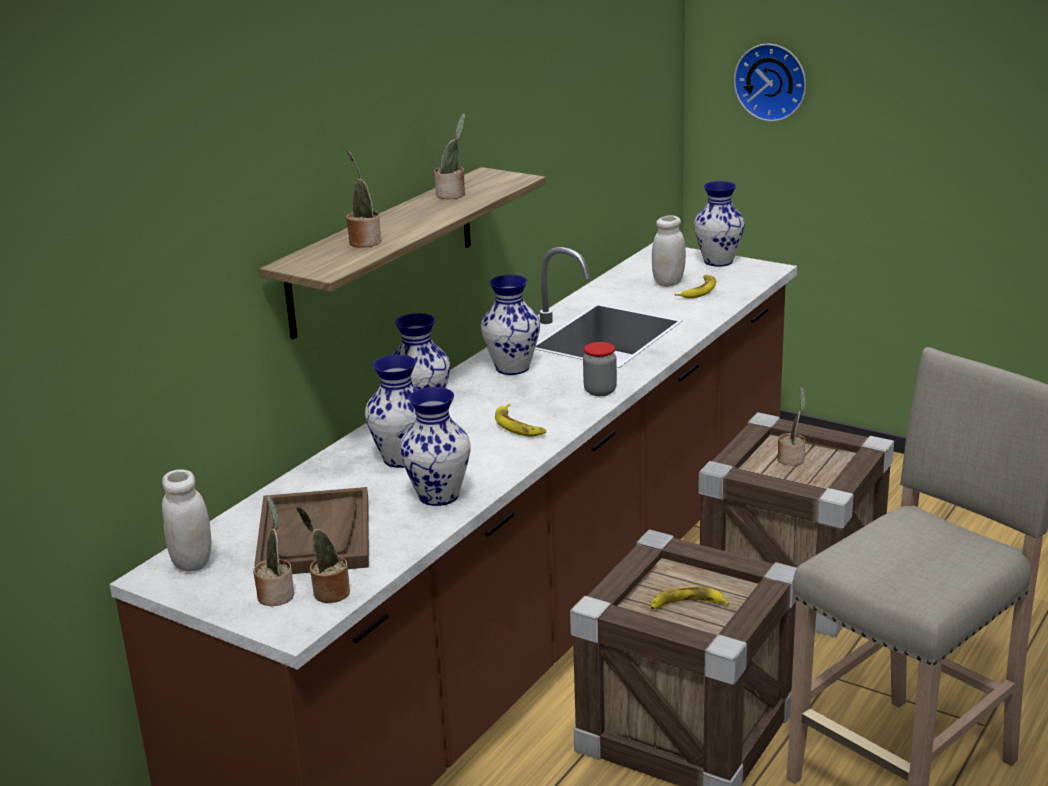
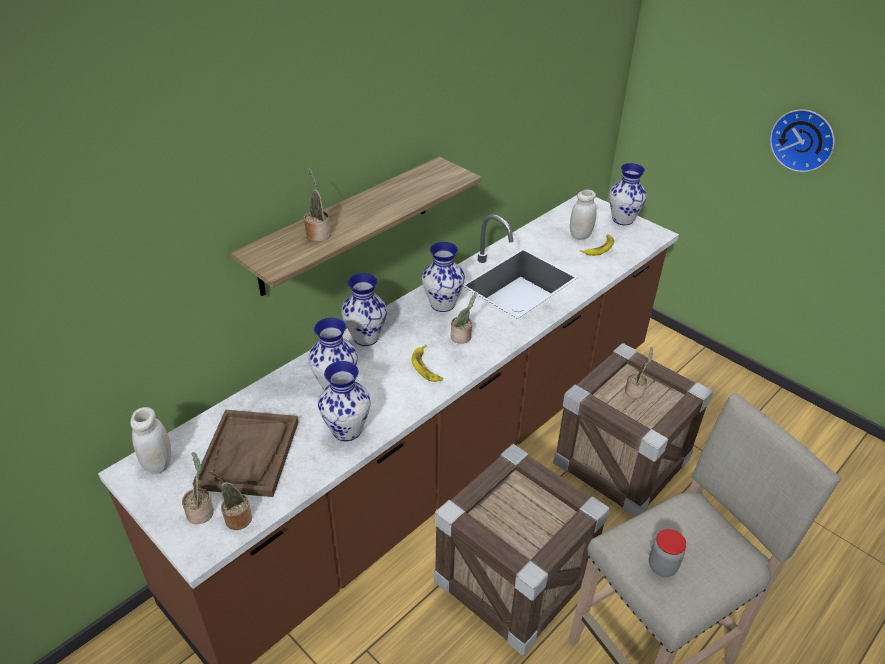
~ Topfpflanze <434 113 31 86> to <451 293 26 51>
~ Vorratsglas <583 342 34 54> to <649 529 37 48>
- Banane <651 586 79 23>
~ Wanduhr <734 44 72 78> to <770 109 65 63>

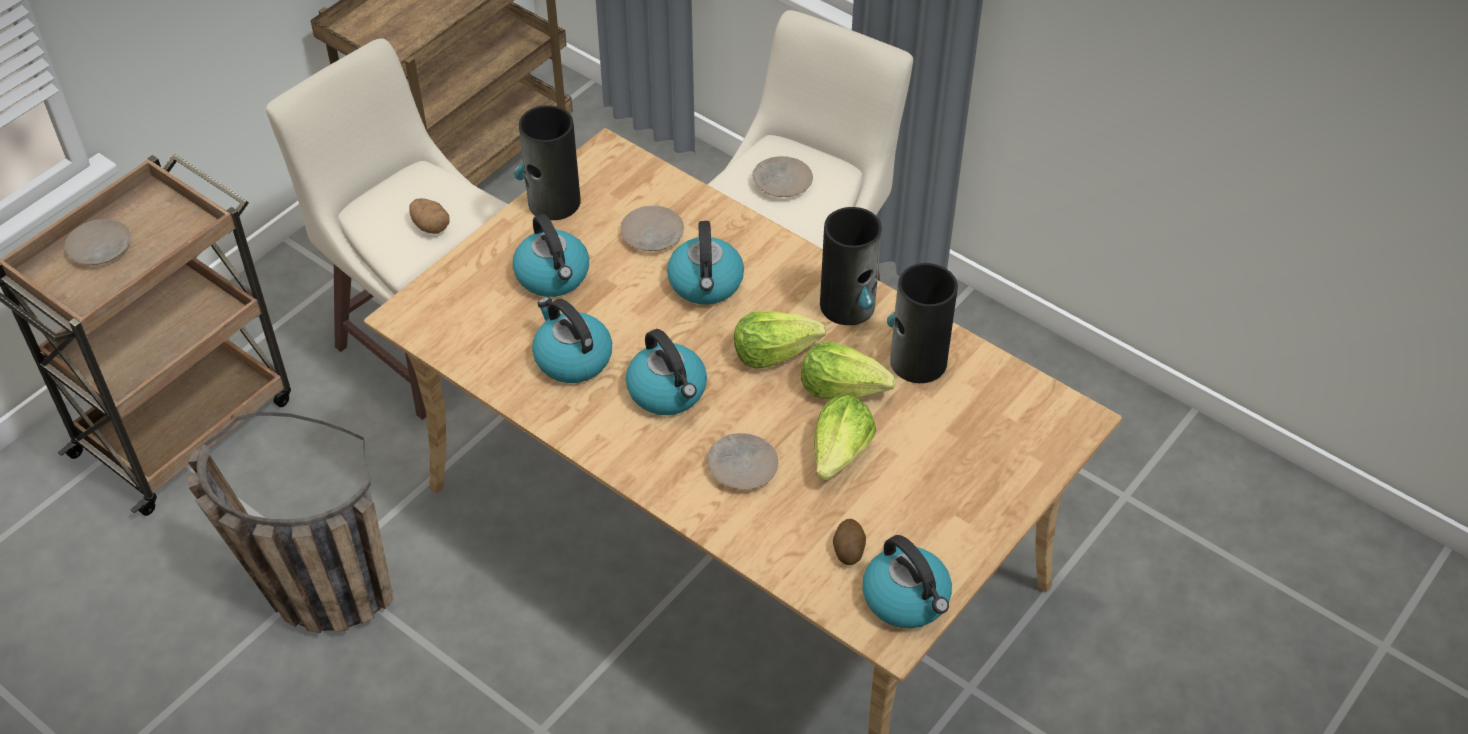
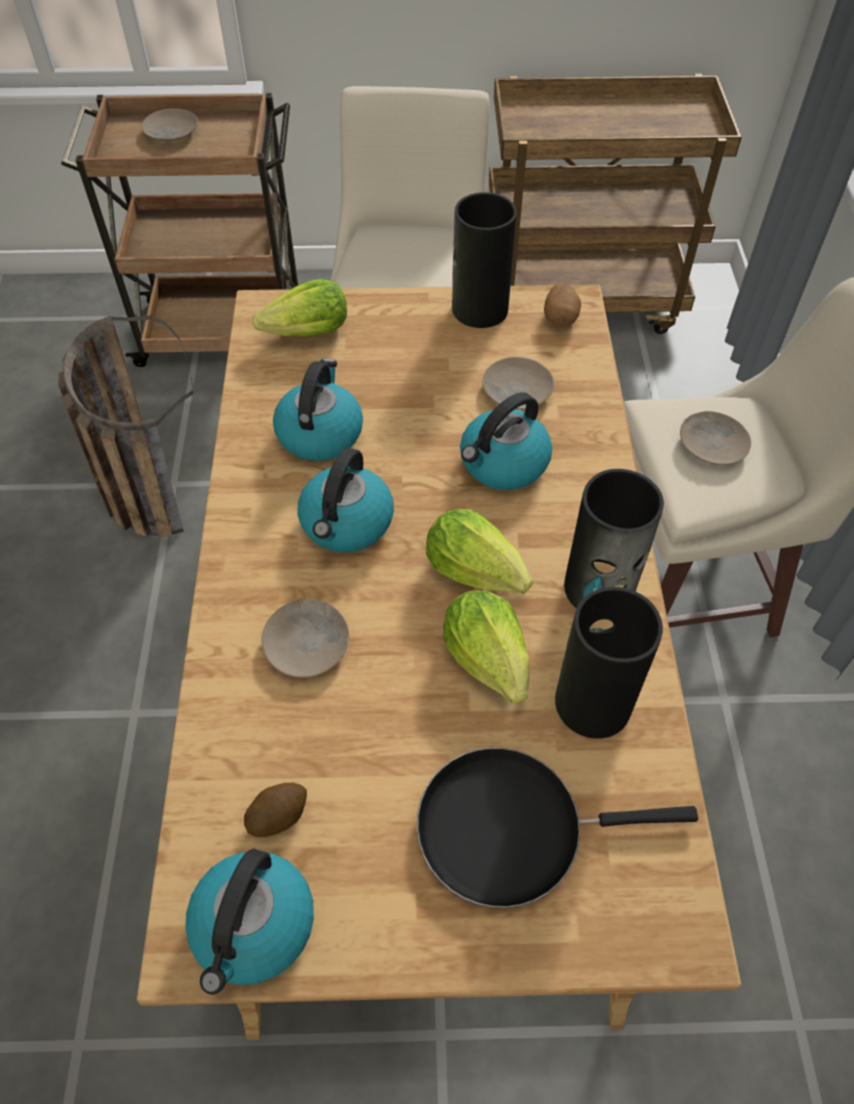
~ Kartoffel <409 198 40 36> to <544 283 37 44>
- Wasserkessel <513 214 76 83>
~ Salatkopf <814 395 62 85> to <252 279 95 57>
+ Pfanne [schwarz] <417 748 281 160>

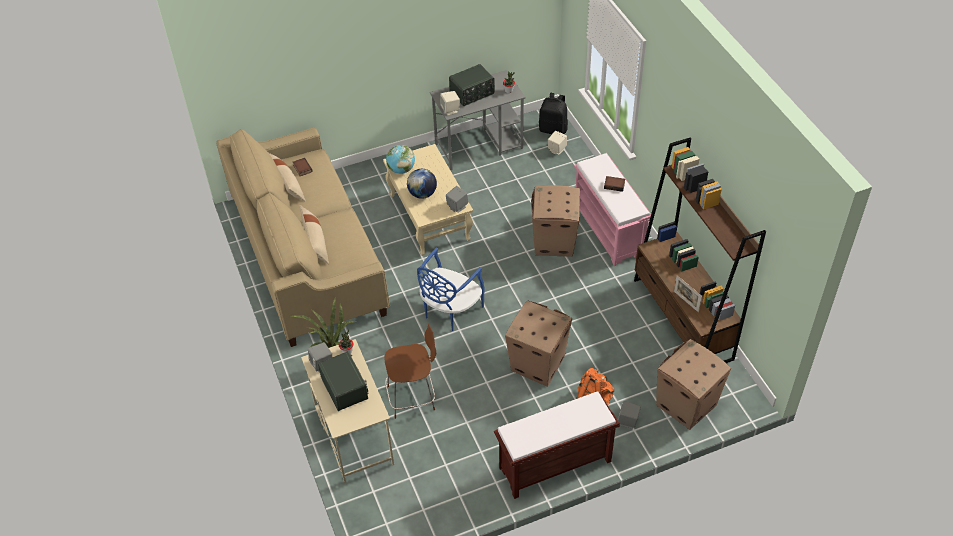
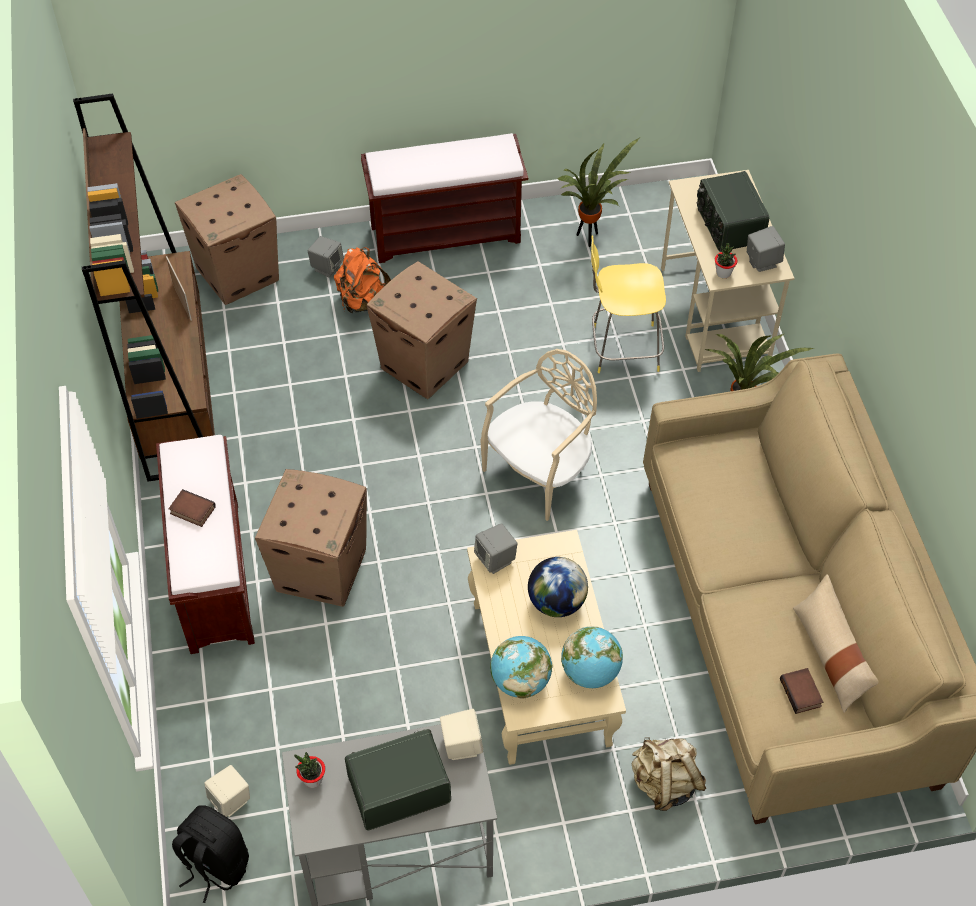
- Kissen [beige] <300 205 29 59>
~ Hocker [braun] <384 324 52 95> to Hocker [gelb] <591 235 75 138>
~ Stuhl [blau] <417 248 68 83> to Stuhl [beige] <480 349 117 172>
~ Bank [rosa] <574 153 77 113> to Bank [braun] <156 435 99 219>
+ Globus <490 636 63 62>
+ Topfpflanze <557 137 84 110>
+ Rucksack [beige] <632 737 74 74>

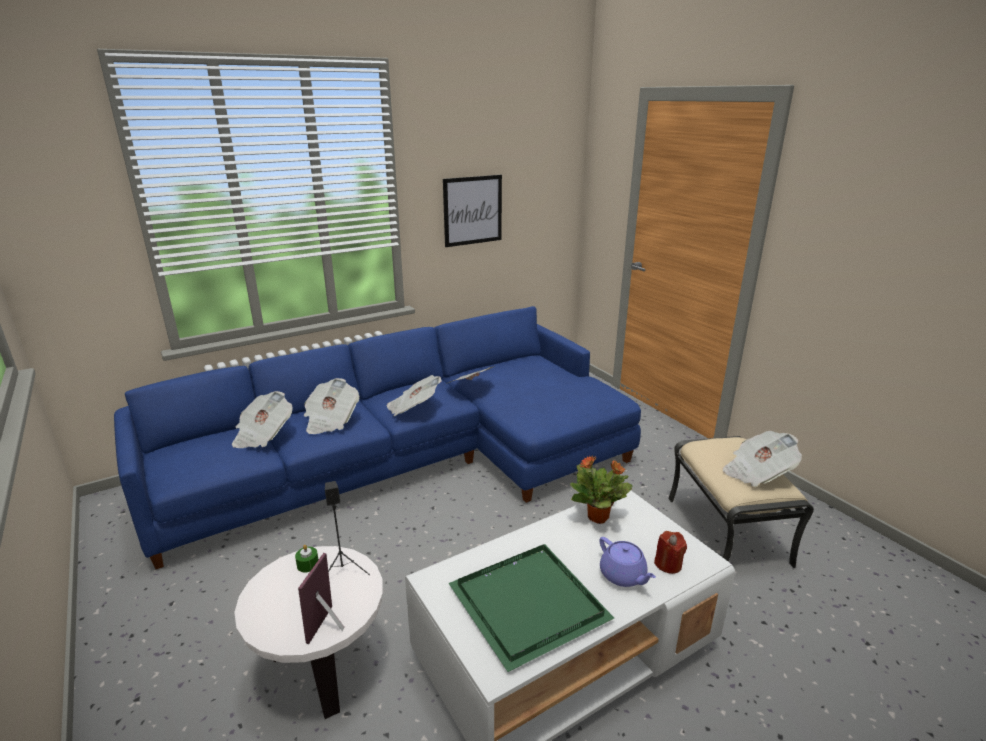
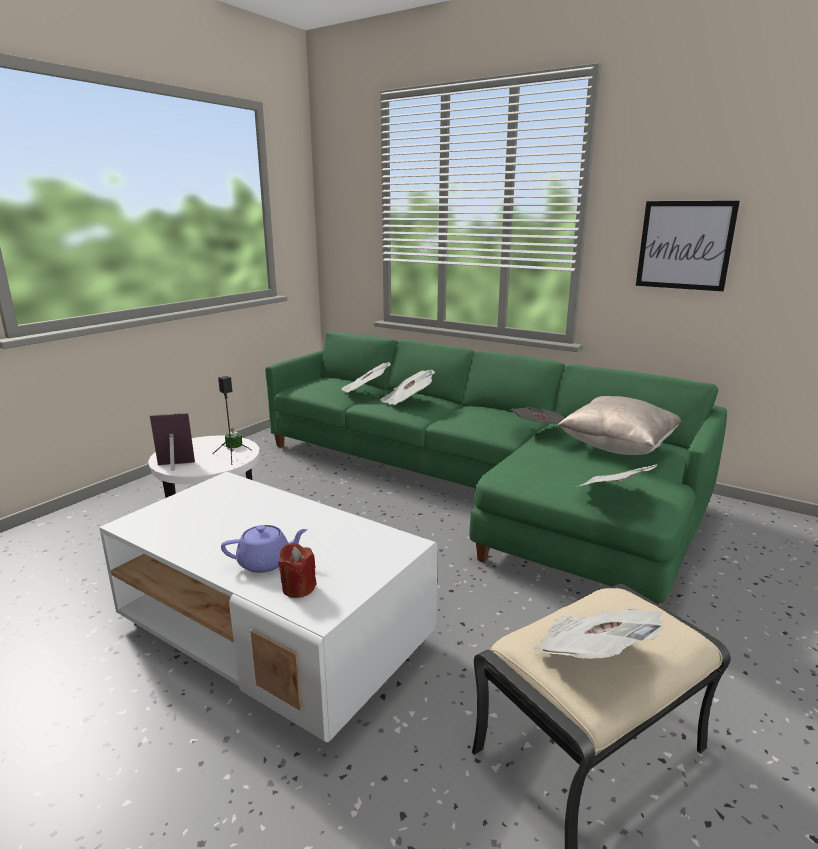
~ Sofa [blau] <114 306 527 263> to Sofa [grün] <265 332 462 273>
~ Zeitung <387 375 55 41> to <576 464 82 23>
- Tablett [grün] <449 544 165 128>
- Topfpflanze <570 455 62 69>
~ Teekanne [lila] <600 537 56 50> = <221 525 87 48> 135 degrees counterclockwise
+ Kissen [beige] <558 396 124 59>

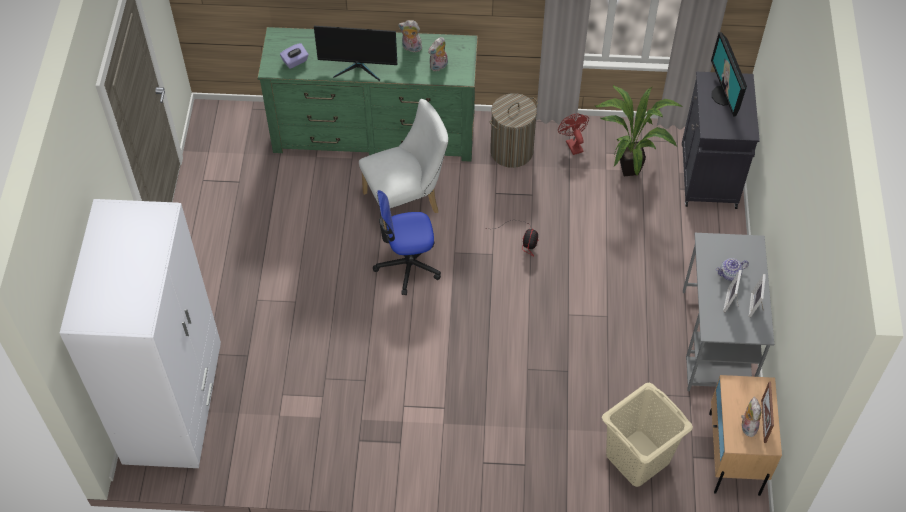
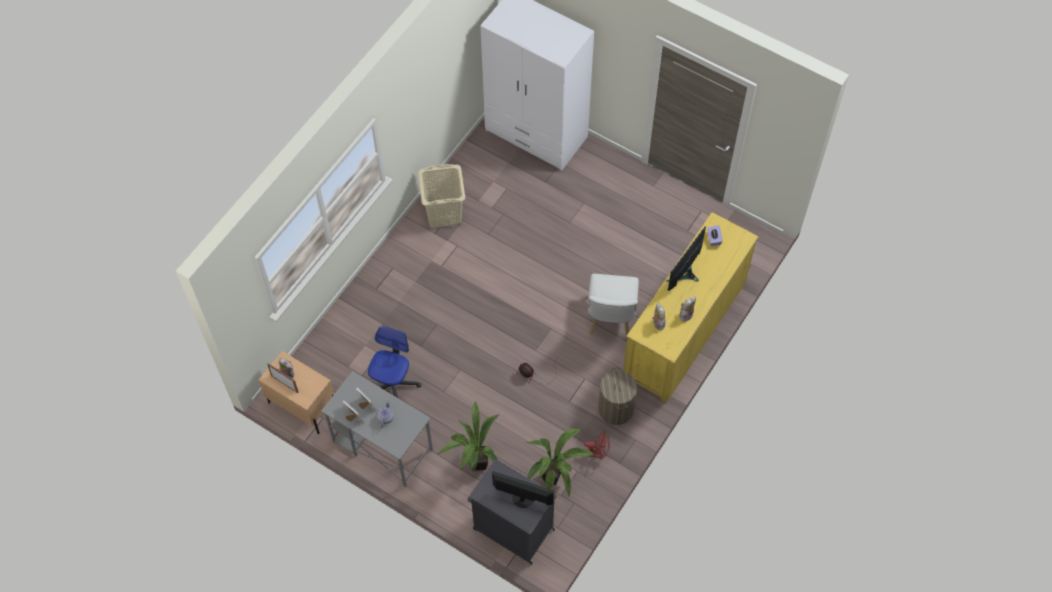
~ Kommode [grün] <258 27 220 135> to Kommode [gelb] <623 212 136 191>
~ Bürostuhl <373 190 68 105> to <368 325 53 73>
~ Wäschekorb [beige] <602 383 91 104> to <418 164 47 64>
+ Topfpflanze <437 402 62 70>

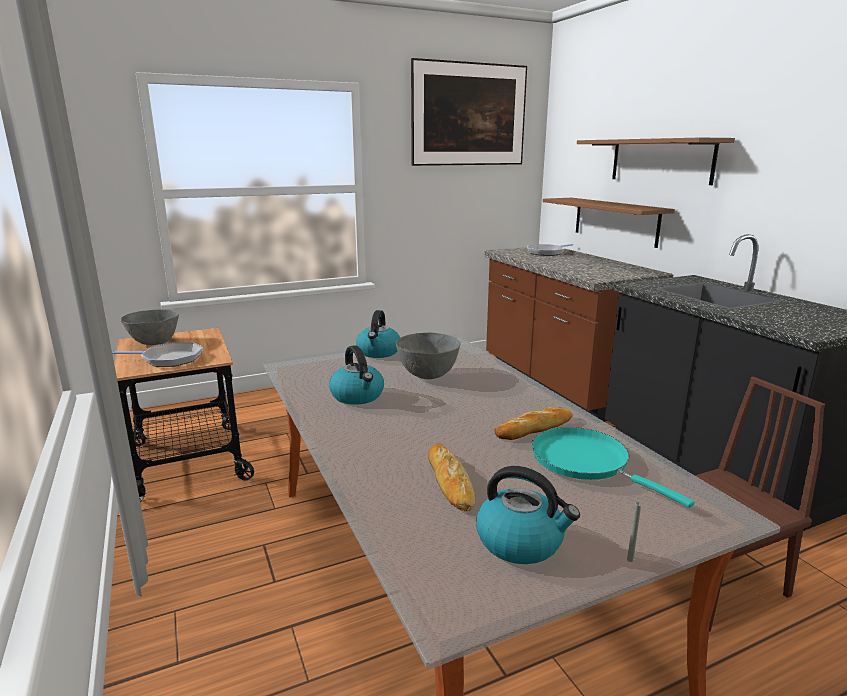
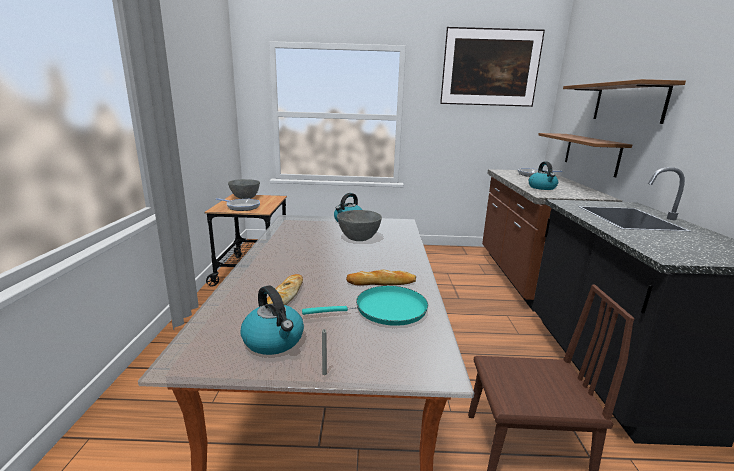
~ Wasserkessel <329 345 55 60> to <529 161 29 29>
~ Pfanne [türkis] <532 427 163 81> = <302 286 126 40> 90 degrees clockwise

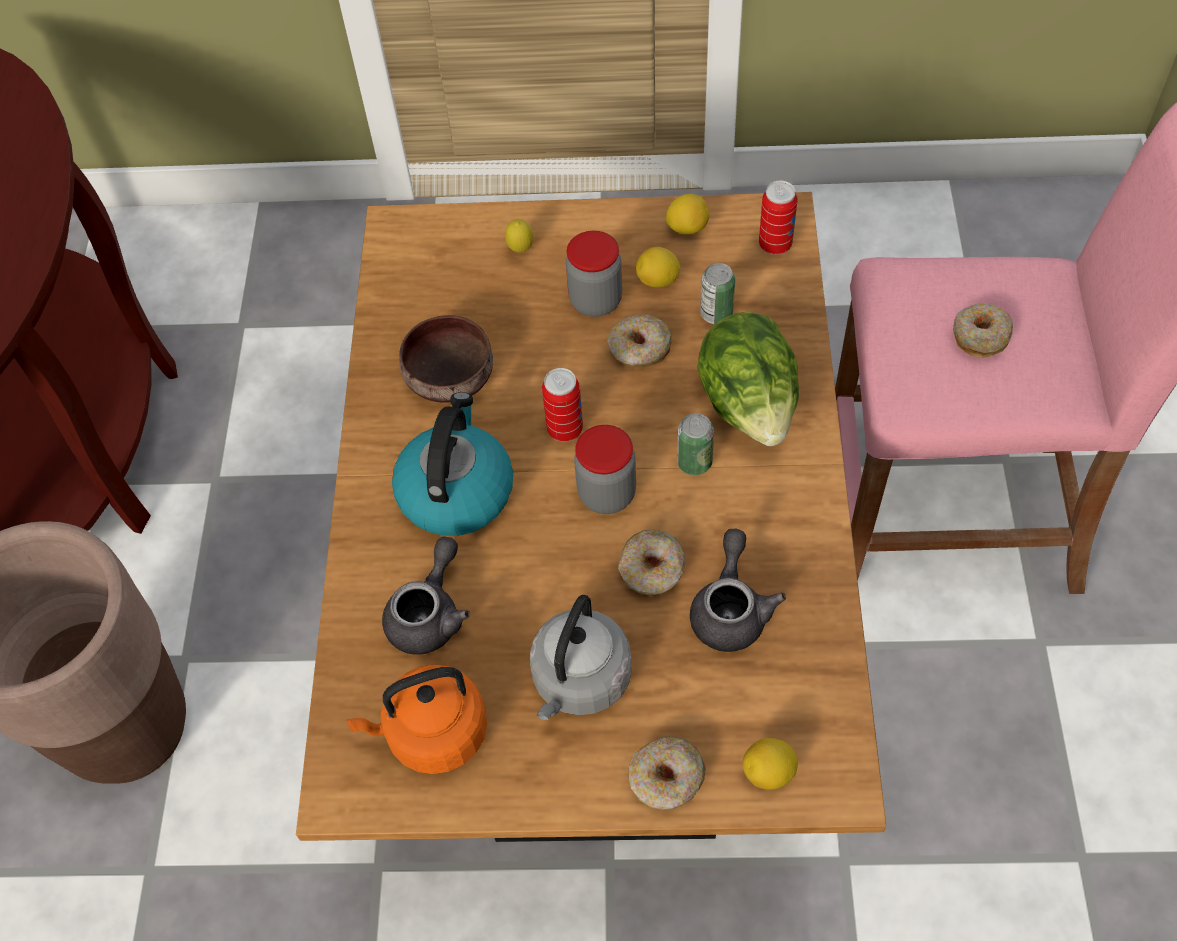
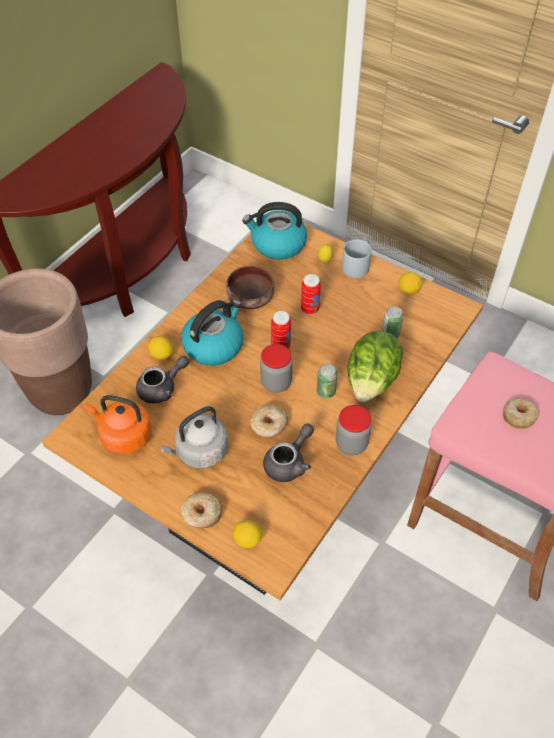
~ Vorratsglas <566 231 56 86> to <336 405 36 50>
- Donut <607 314 65 54>
~ Zitrone <636 247 44 40> to <148 336 25 24>
~ Dose <759 180 39 75> to <301 274 20 41>
+ Wasserkessel <242 202 65 58>
+ Henkelbecher [grau] <342 240 30 38>

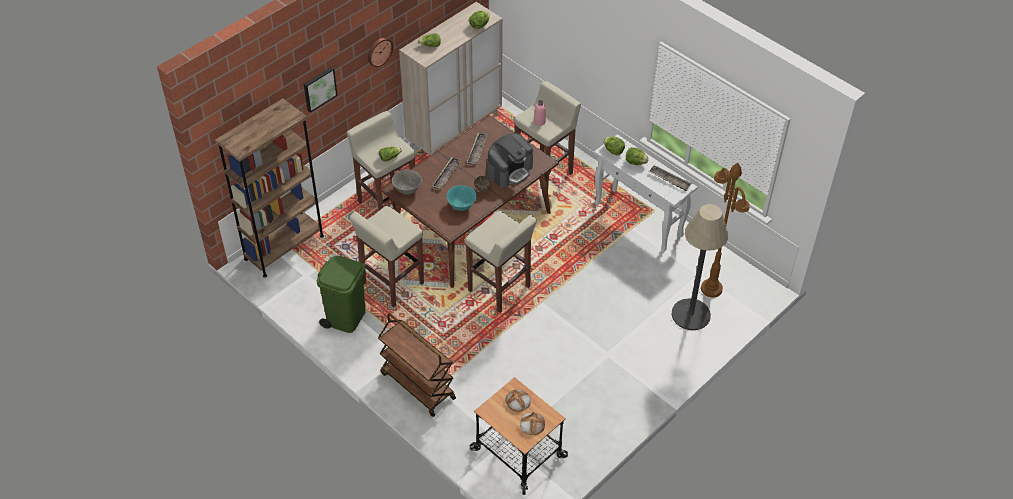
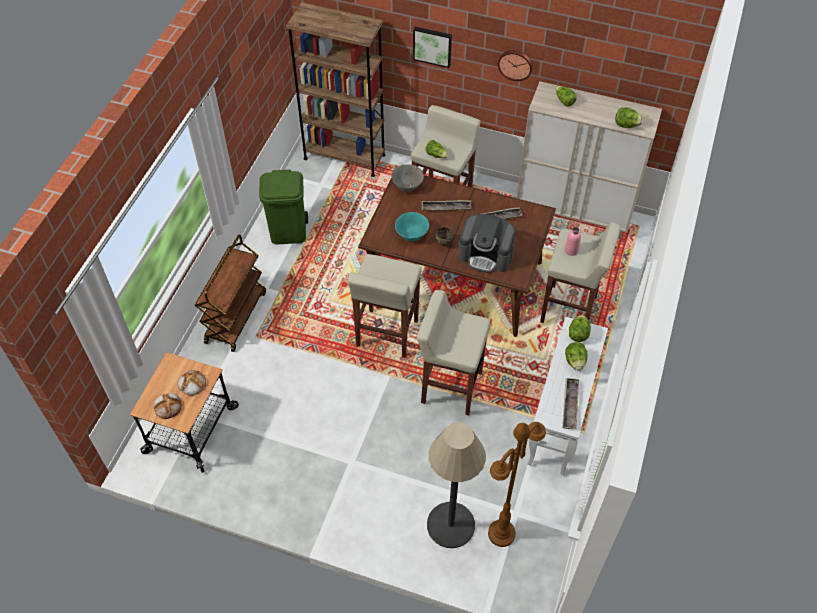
~ Hocker [beige] <349 206 75 102> to <417 290 73 126>

